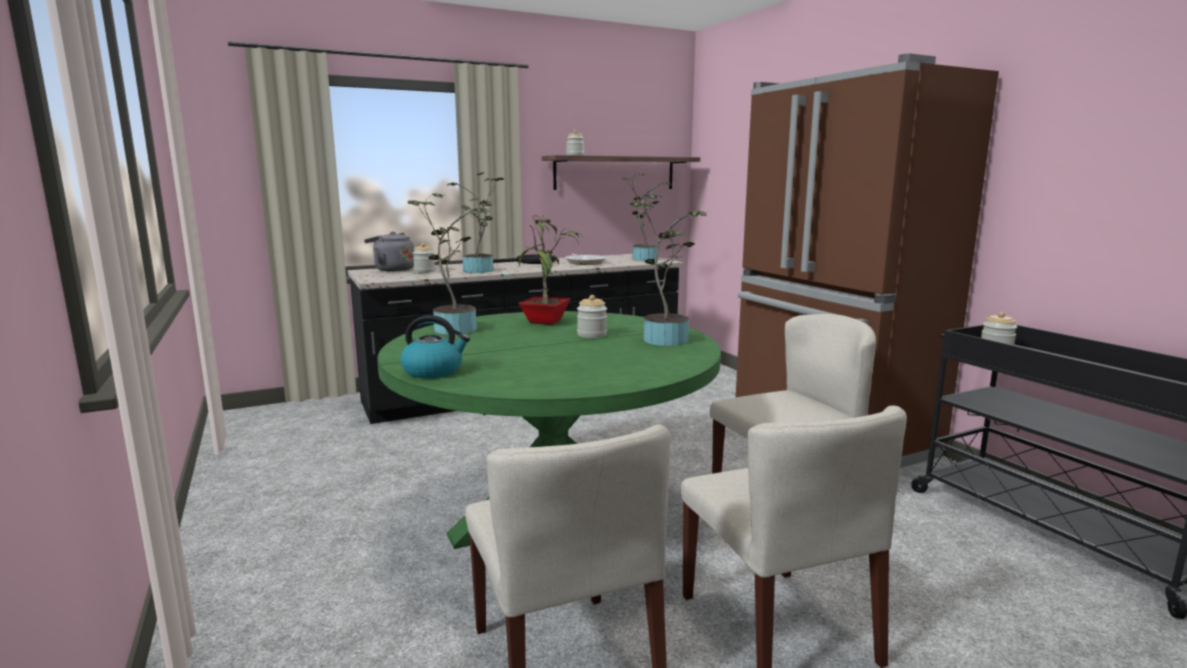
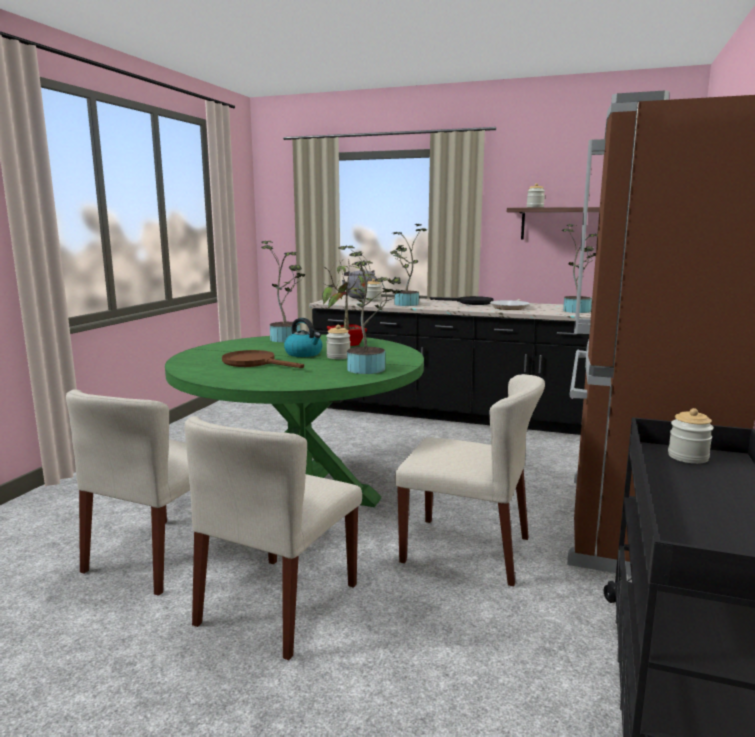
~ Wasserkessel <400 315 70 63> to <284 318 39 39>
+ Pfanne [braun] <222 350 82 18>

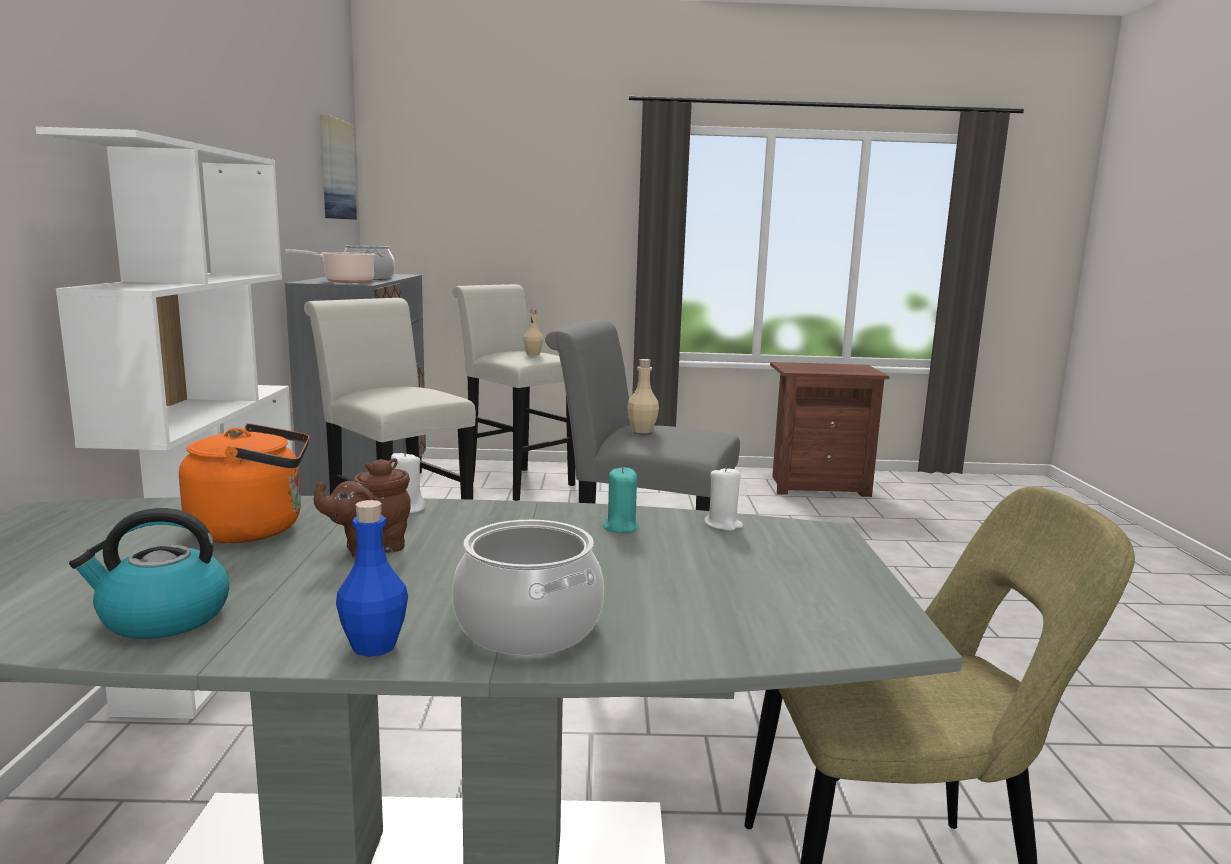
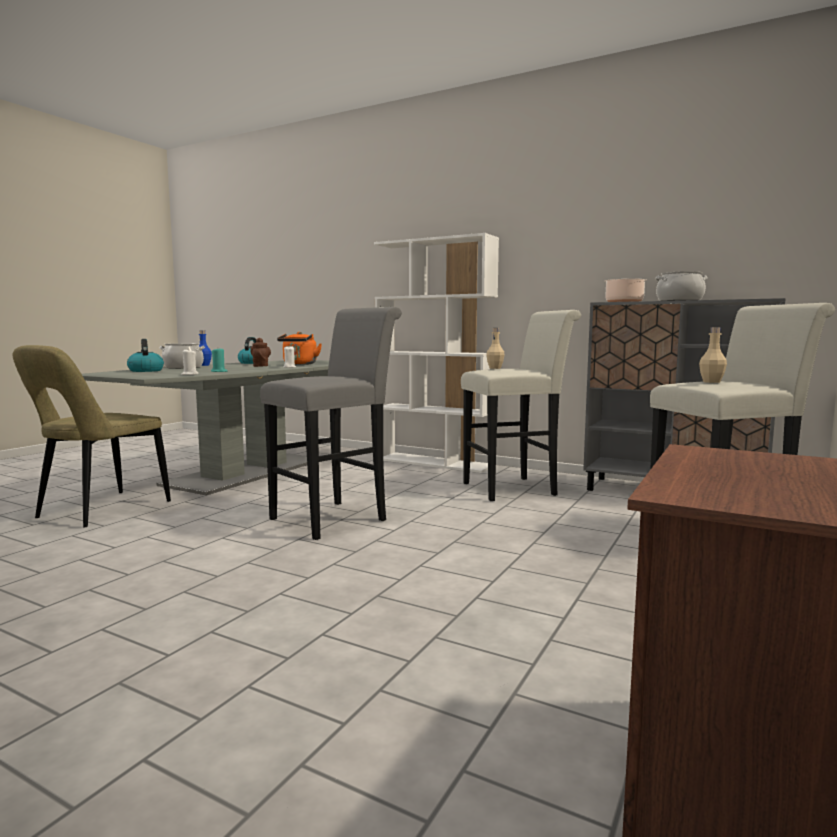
- Bild <320 114 37 106>
~ Flasche [beige] <627 359 32 74> to <486 328 19 41>
+ Wasserkessel <127 339 37 33>

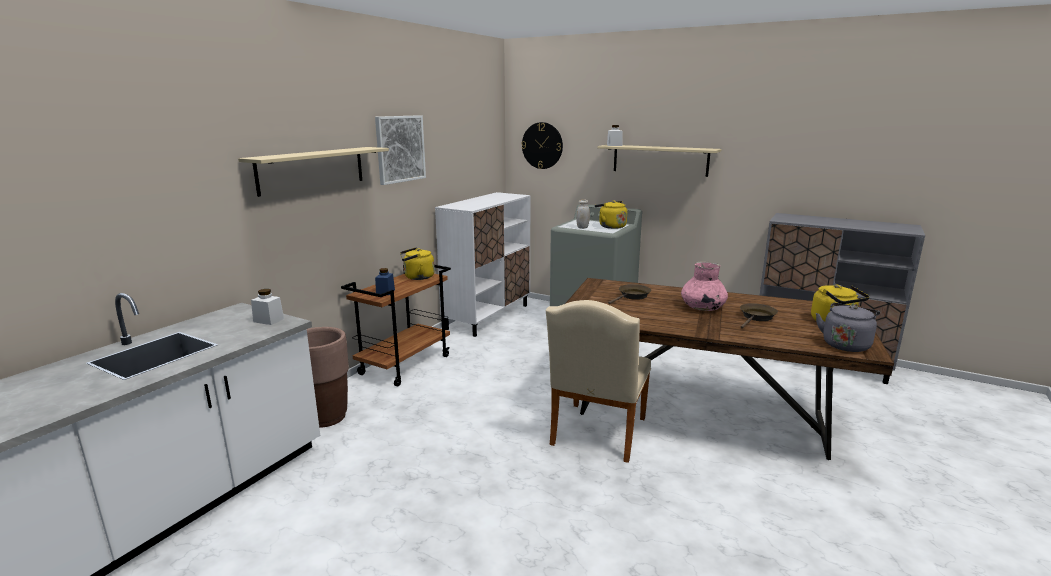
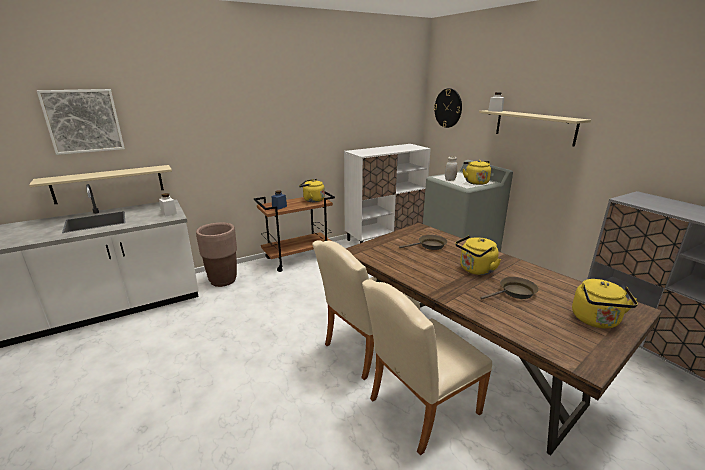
~ Wandregal [beige] <238 147 151 50> to <29 165 143 39>
~ Bild <375 115 51 70> to <37 89 88 66>
~ Vase [rosa] <681 261 47 50> to Wasserkessel [gelb] <455 235 46 40>
- Wasserkessel [grau] <816 303 64 49>
+ Stuhl [beige] <362 279 130 176>

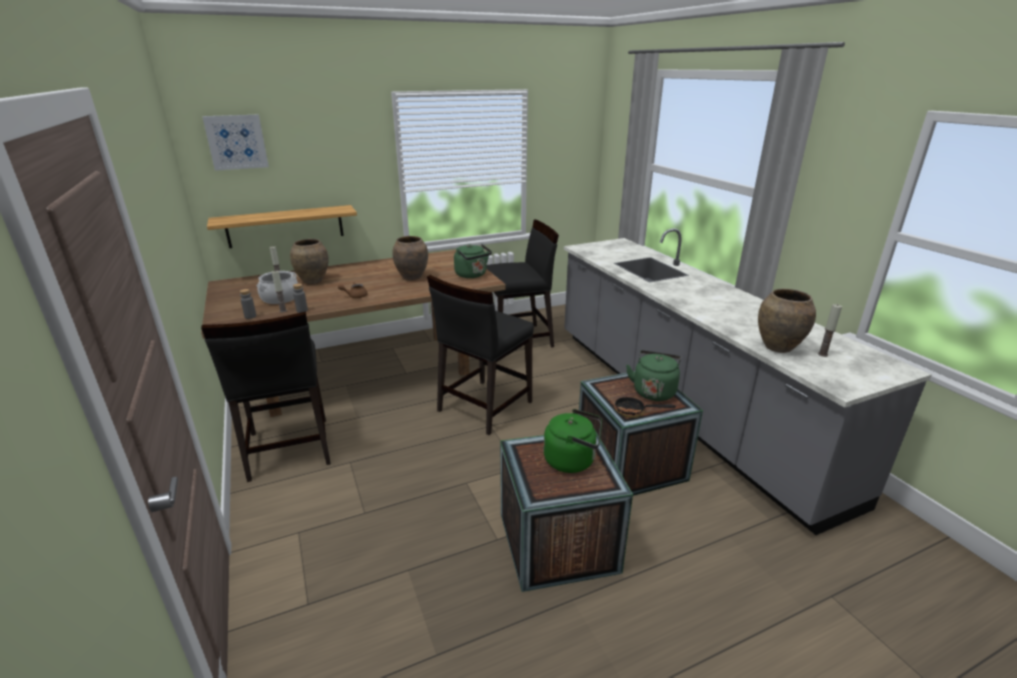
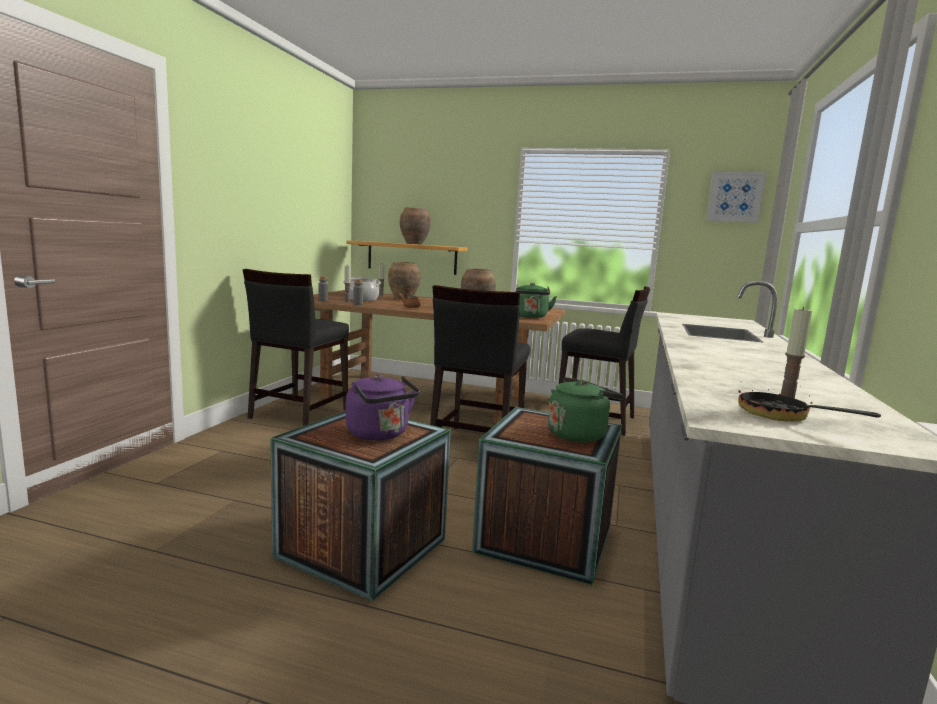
~ Bild <202 115 67 56> to <706 171 60 52>
~ Stuhl [schwarz] <427 275 107 160> = <430 285 100 148> 60 degrees counterclockwise
~ Wasserkessel [grün] <543 409 59 64> to Wasserkessel [lila] <346 375 74 65>
~ Pfanne <614 392 62 26> to <738 381 143 40>
~ Vase [braun] <758 289 58 64> to <400 207 31 38>

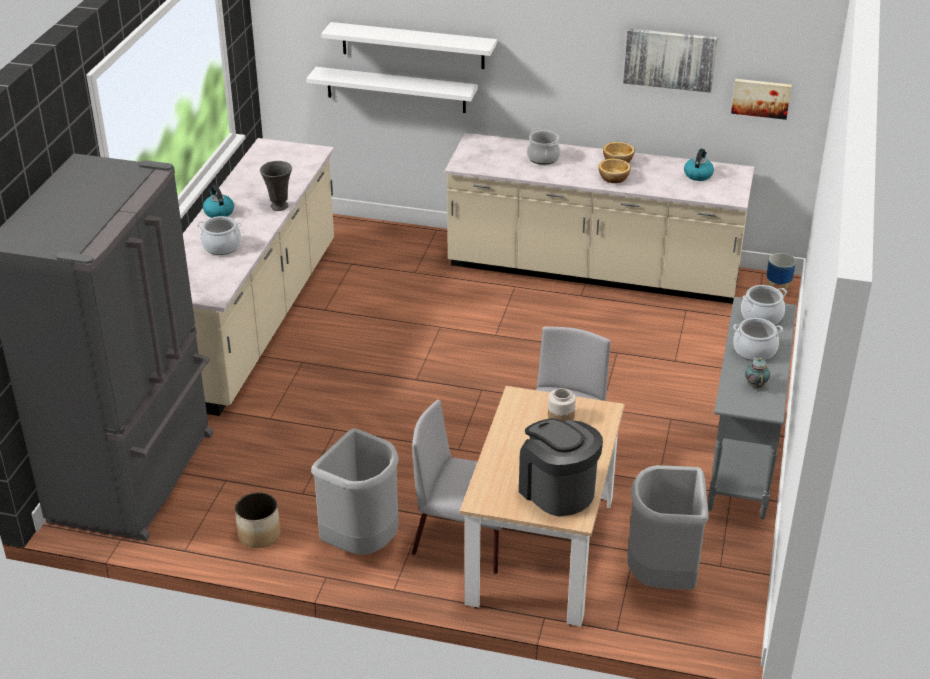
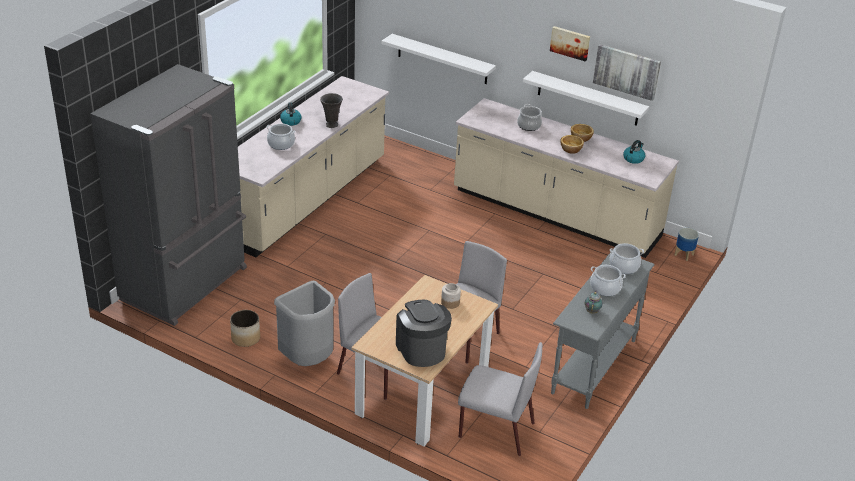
~ Wandregal [weiß] <321 22 176 47> to <523 71 126 55>
~ Mülleimer [grau] <627 465 82 125> to Stuhl [grau] <458 342 84 114>
~ Bild <731 79 60 41> to <550 26 40 36>

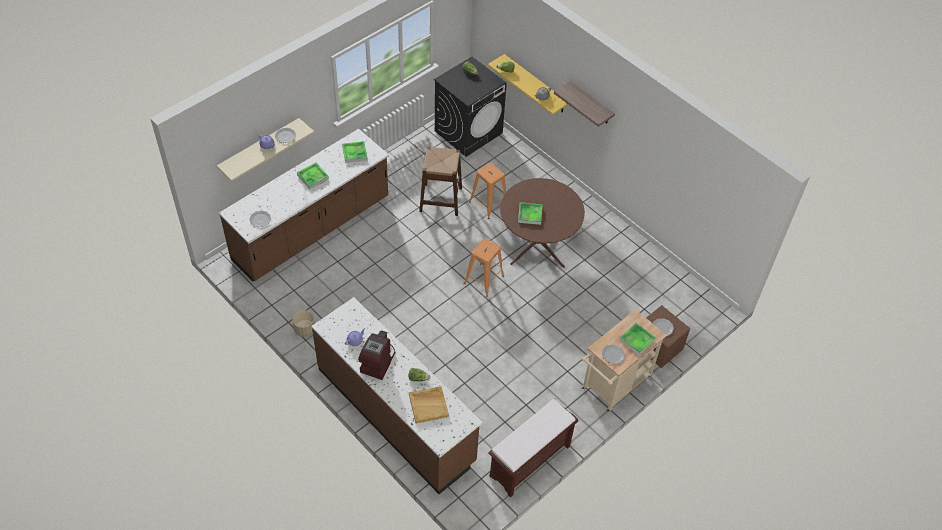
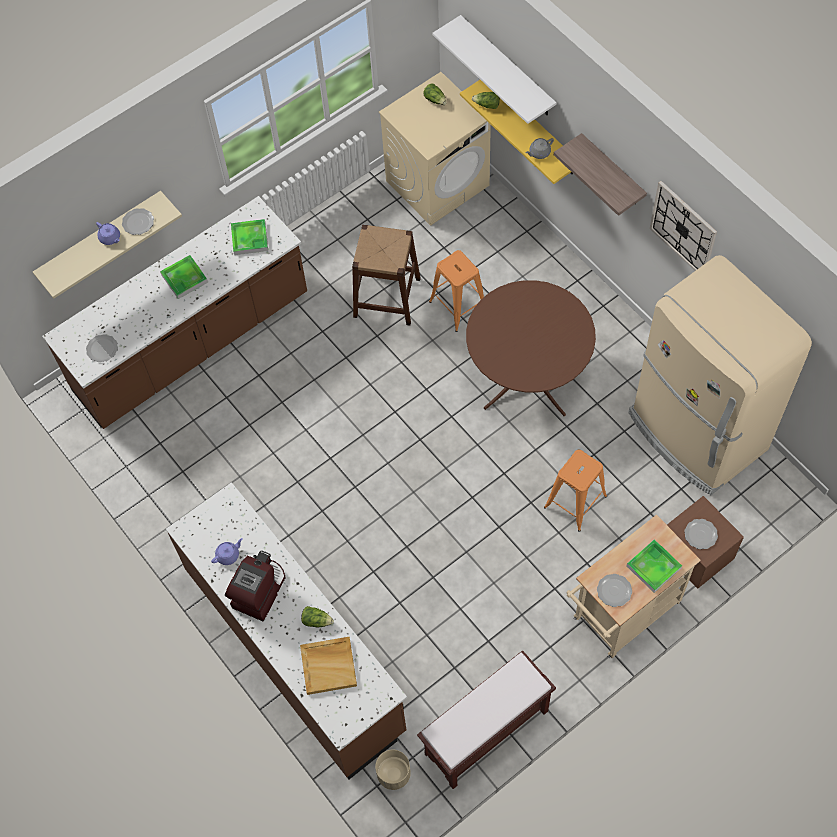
~ Pflanzkübel [beige] <292 310 23 27> to <375 750 36 40>
~ Waschmaschine [schwarz] <434 57 73 100> to Waschmaschine [beige] <379 72 112 154>
~ Hocker [orange] <464 238 40 58> to <544 450 63 82>
- Tablett <518 202 25 23>
+ Wandregal [weiß] <433 15 123 109>
+ Kühlschrank [beige] <628 255 184 240>
+ Wanduhr <650 181 67 90>

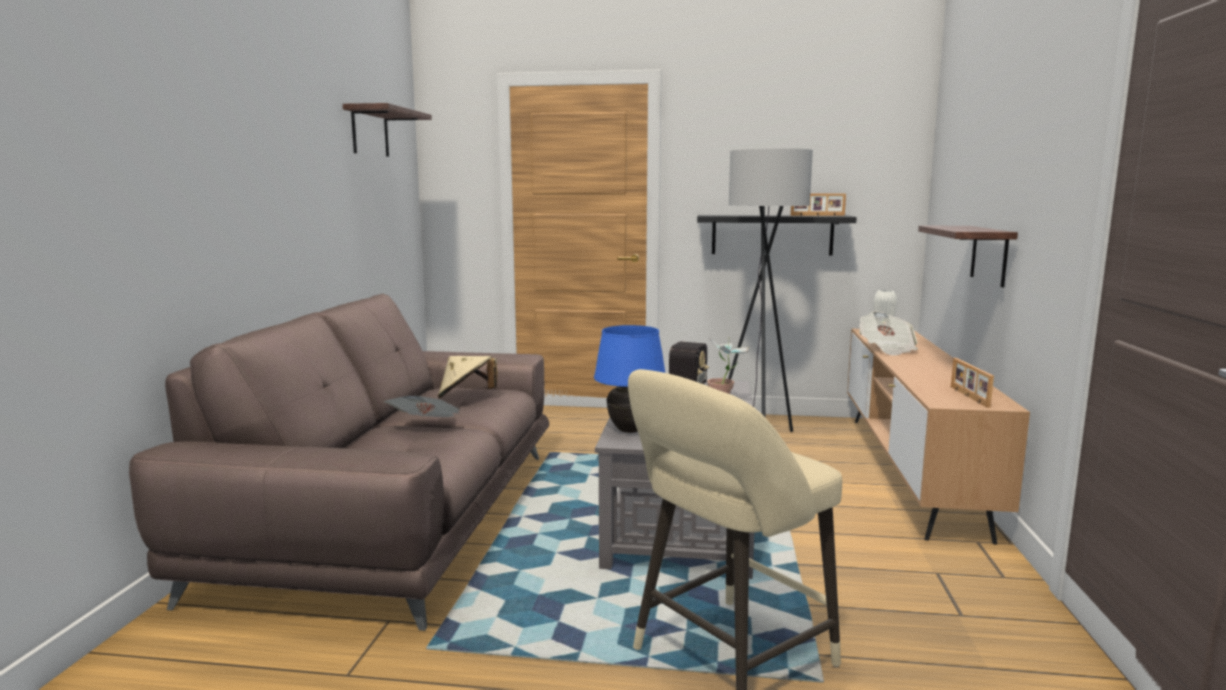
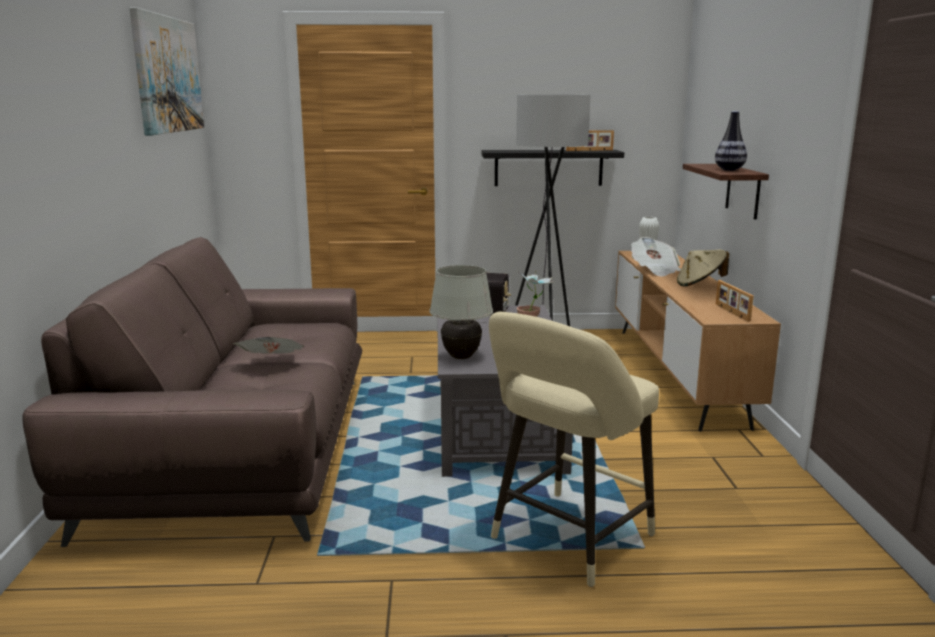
~ Wandregal <343 103 89 54> to Bild <130 7 74 129>
~ Hut [beige] <438 356 59 43> to <677 250 52 37>
~ Tischlampe [blau] <594 325 71 108> to Tischlampe [weiß] <430 265 63 94>
+ Vase <715 111 32 60>

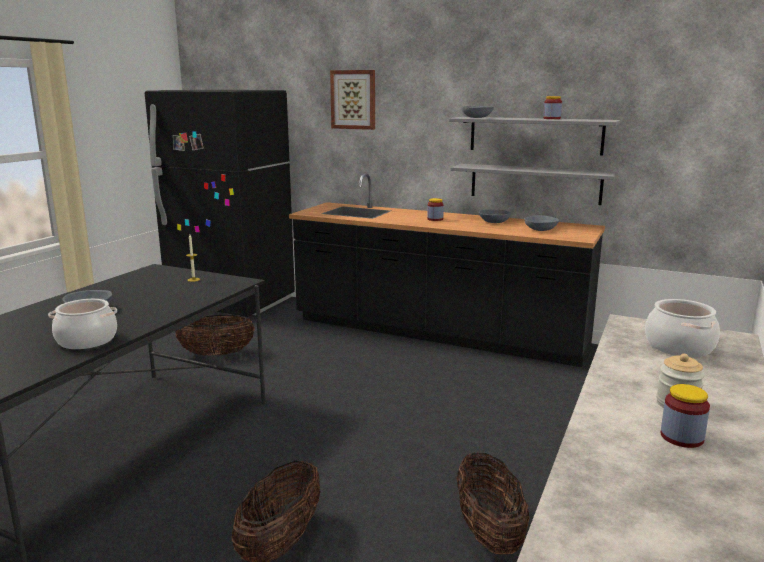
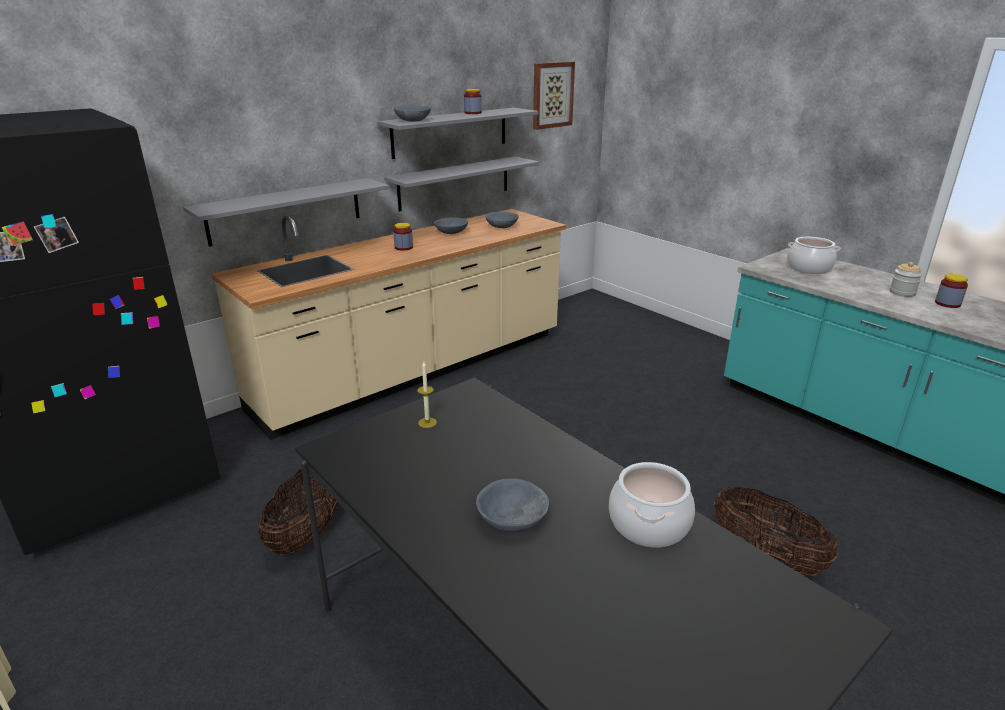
~ Küchenzeile [schwarz] <289 173 316 194> to Küchenzeile [beige] <211 209 355 231>
~ Bild <330 70 45 60> to <533 62 42 68>
- Korb <457 452 73 102>
+ Wandregal [grau] <183 178 207 69>

